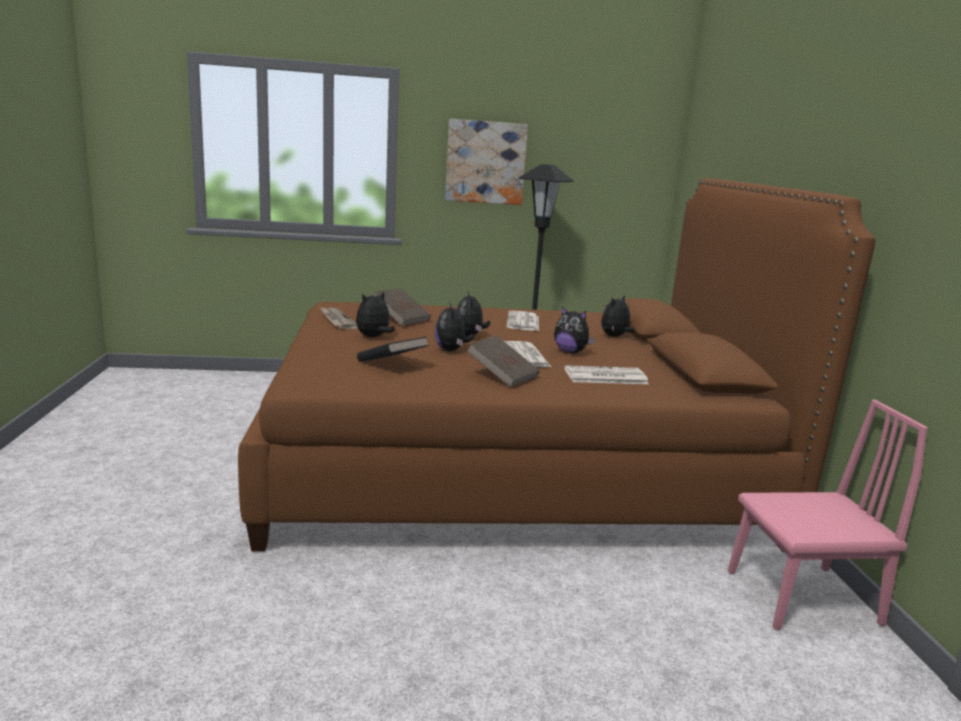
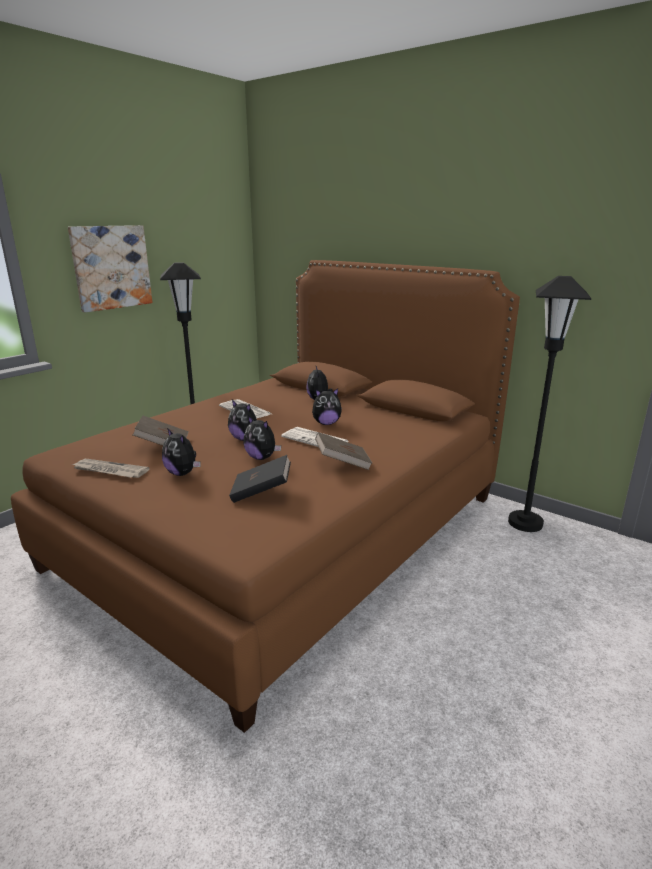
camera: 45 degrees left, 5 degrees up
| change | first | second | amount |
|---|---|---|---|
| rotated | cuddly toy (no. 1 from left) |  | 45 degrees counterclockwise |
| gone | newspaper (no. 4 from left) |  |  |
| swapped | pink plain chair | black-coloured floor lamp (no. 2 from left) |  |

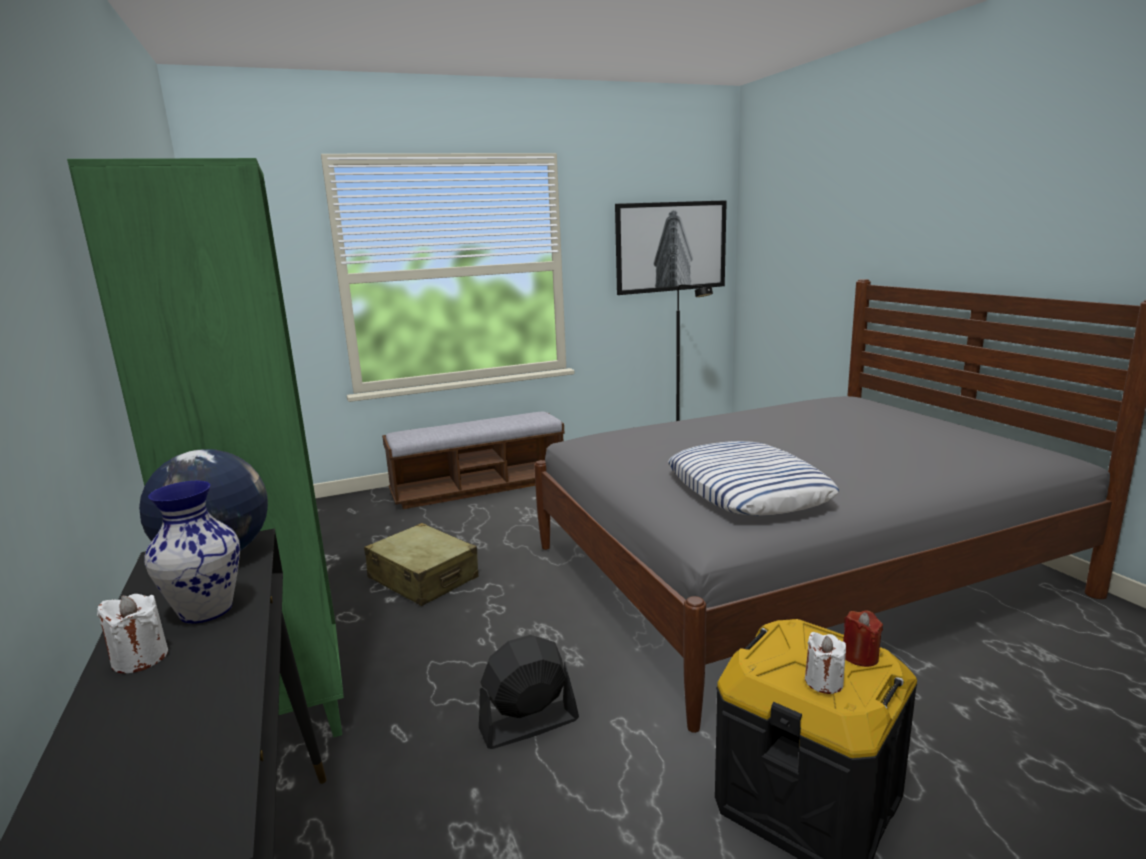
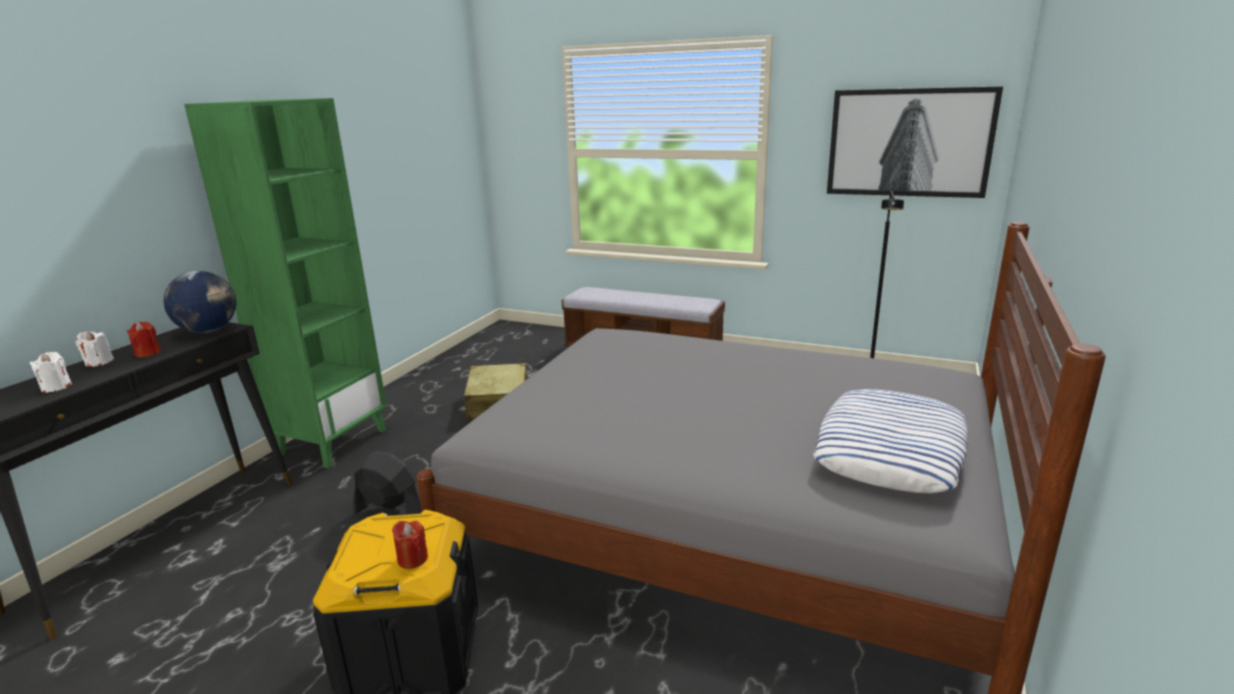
camera: 45 degrees right, 5 degrees up
| change | first | second | amount |
|---|---|---|---|
| shifted | throw pillow |  |  |
| swapped | decorative vase | red-coloured wax light (no. 1 from left) |  |
| shifted | white-coloured wax light (no. 2 from left in the first image) | white-coloured wax light (no. 1 from left) |  |

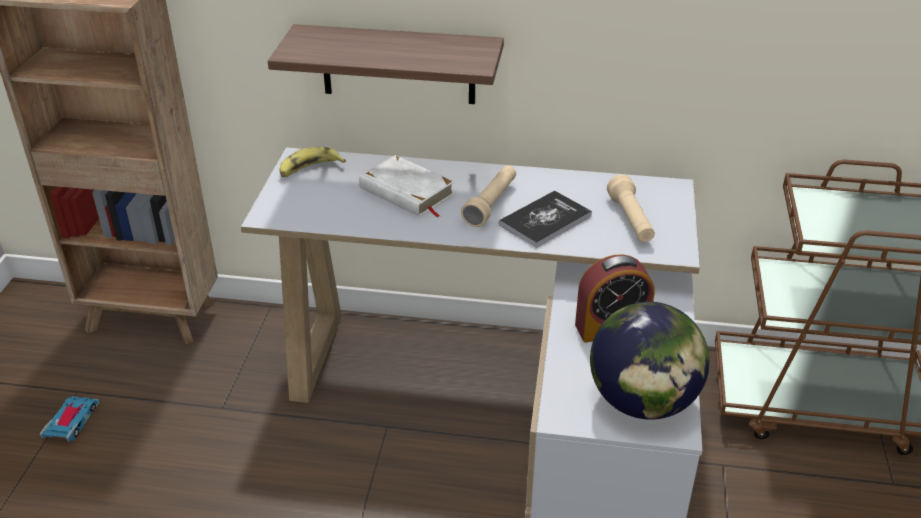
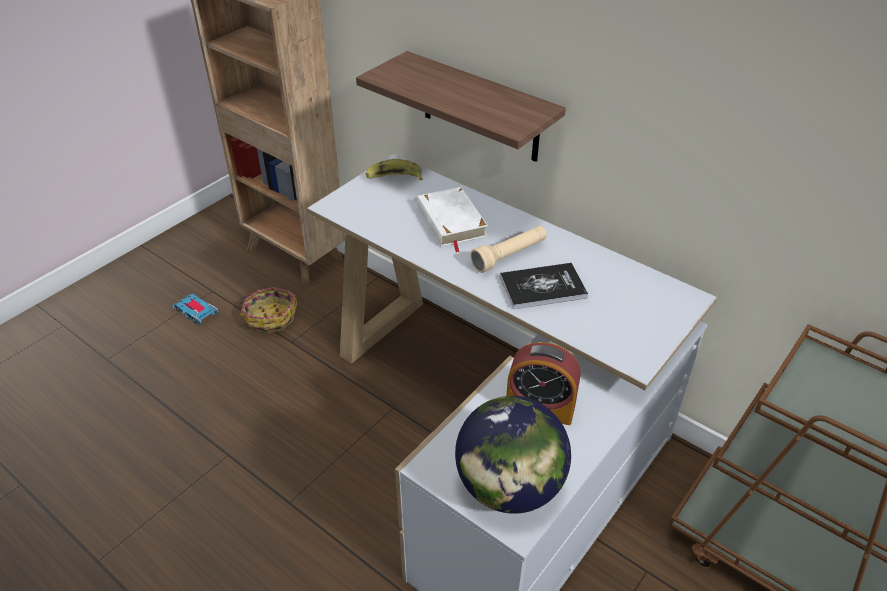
camera: 30 degrees right, 5 degrees up
| change | first | second | amount |
|---|---|---|---|
| gone | beige flashlight (no. 2 from left) |  |  |
| rotated | miniature car |  | 90 degrees counterclockwise |
| new |  | basket |  |

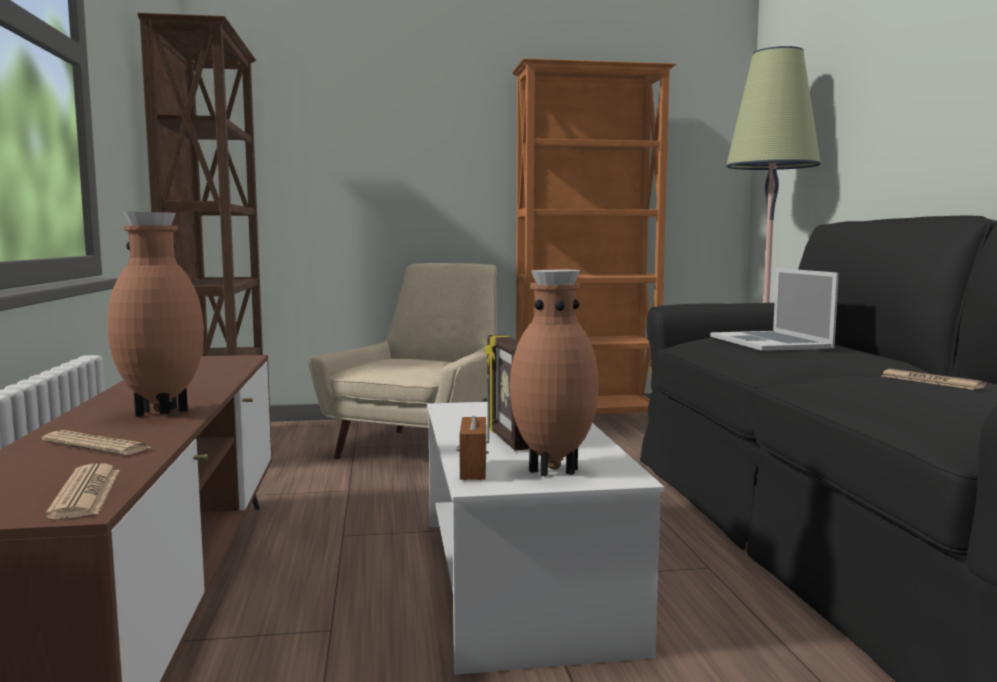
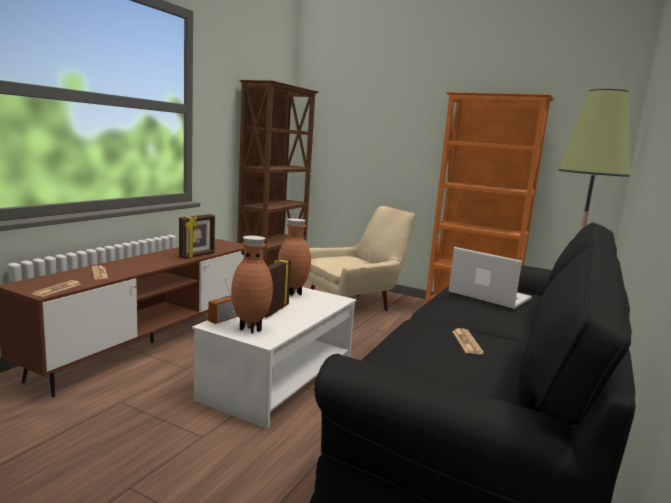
camera: 35 degrees right, 5 degrees up
| change | first | second | amount |
|---|---|---|---|
| shifted | brown-coloured decorative vase (no. 1 from left in the first image) | brown-coloured decorative vase (no. 2 from left) |  |
| rotated | laptop |  | 105 degrees clockwise |
| new |  | photo frame (no. 1 from left) |  |

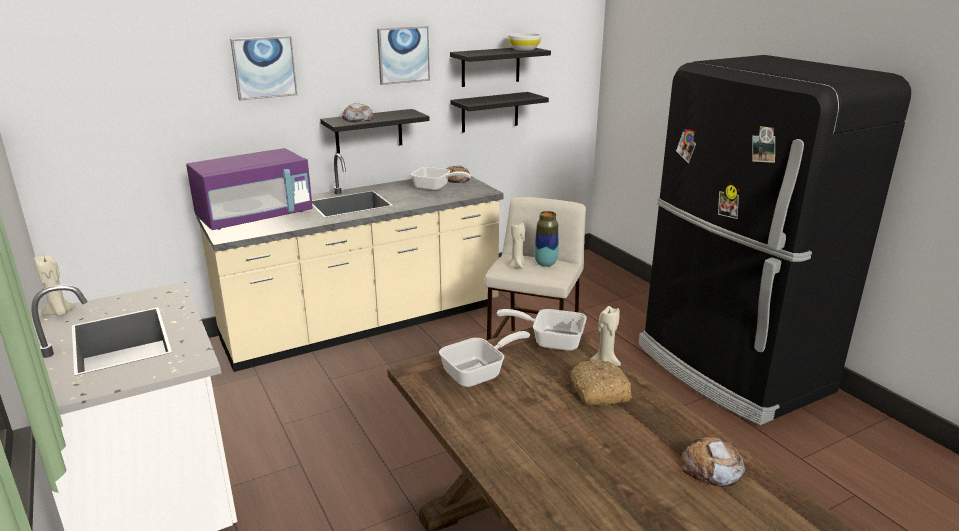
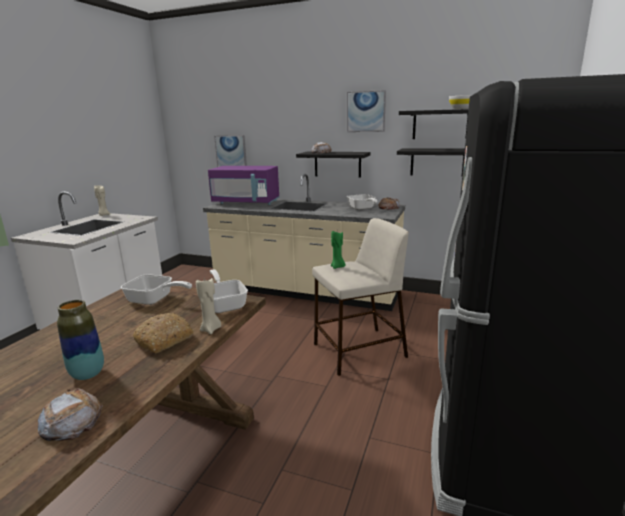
camera: 50 degrees right, 5 degrees down
| change | first | second | amount |
|---|---|---|---|
| shifted | picture (no. 1 from left) |  |  |
| shifted | decorative vase |  |  |
| repainted | beige wax light (no. 2 from left) | green wax light |  |

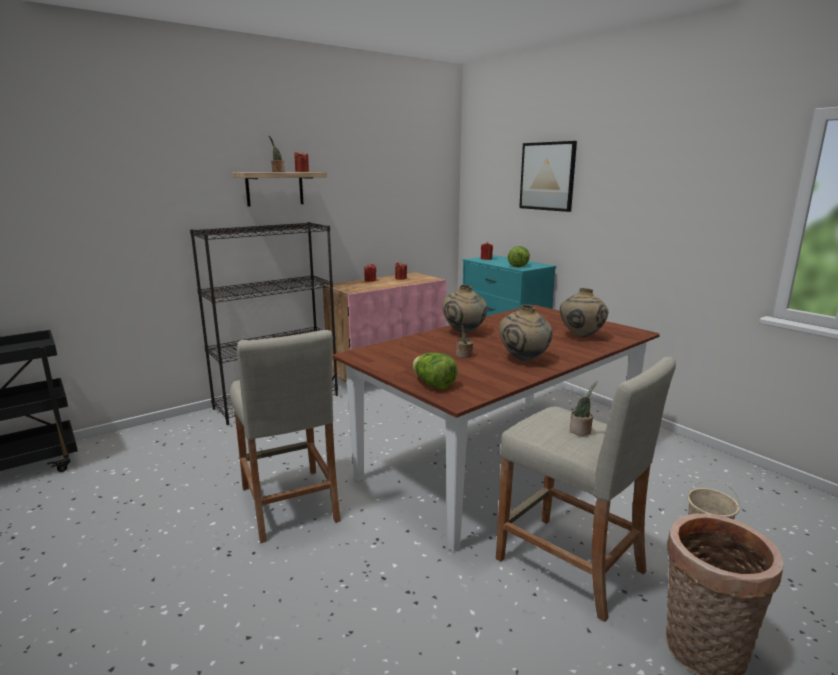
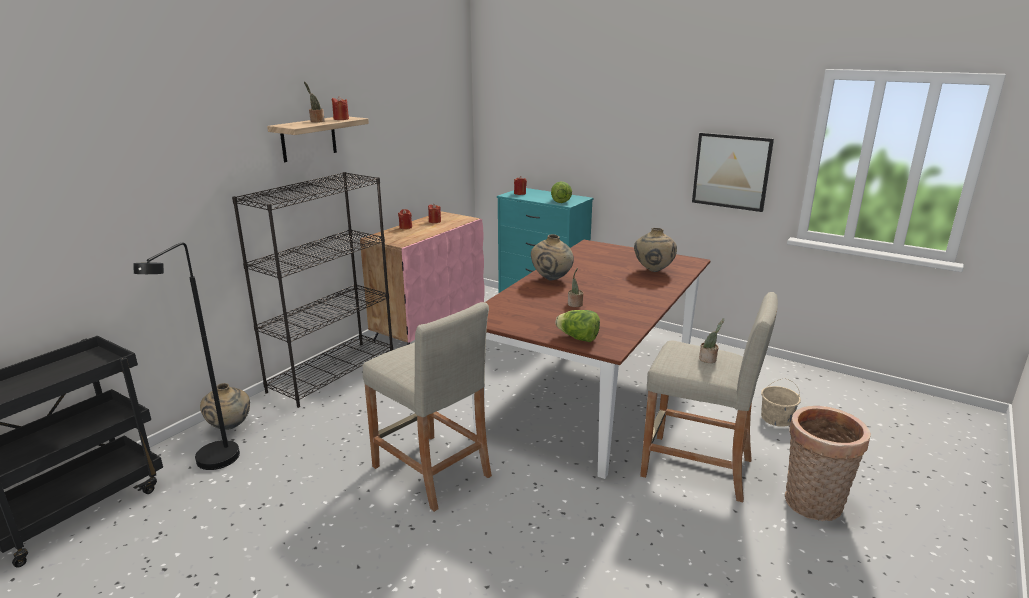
camera: 20 degrees left, 5 degrees up
| change | first | second | amount |
|---|---|---|---|
| shifted | picture |  |  |
| shifted | beige decorative vase (no. 2 from left in the first image) | beige decorative vase (no. 1 from left) |  |
| new |  | black-coloured floor lamp |  |

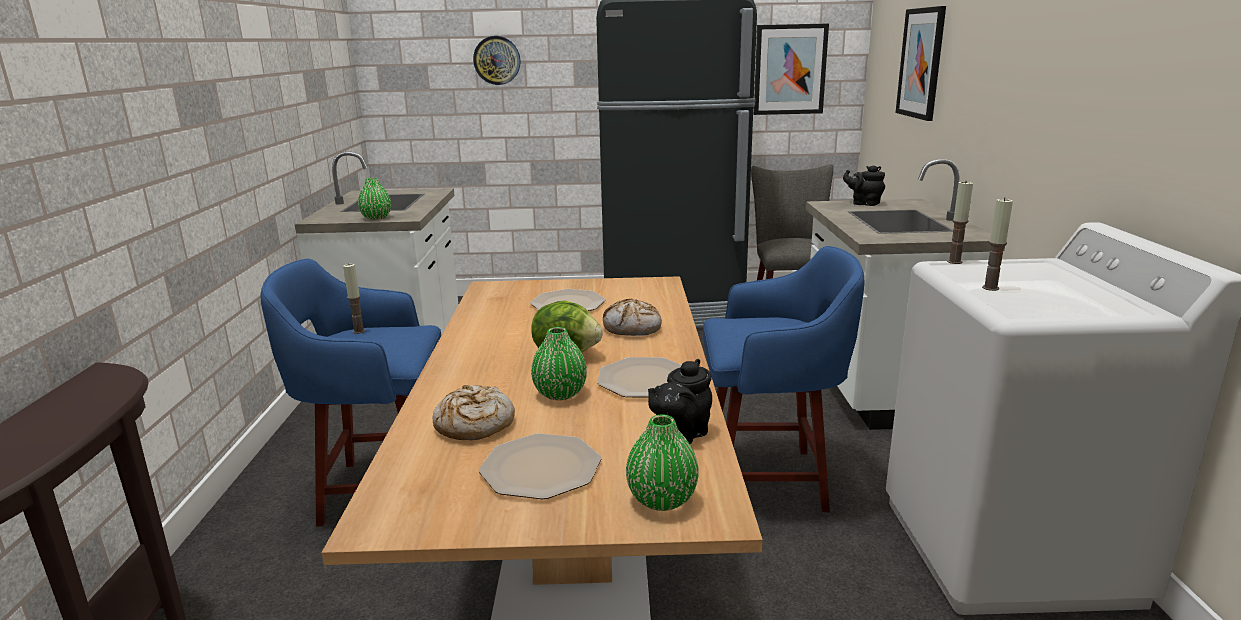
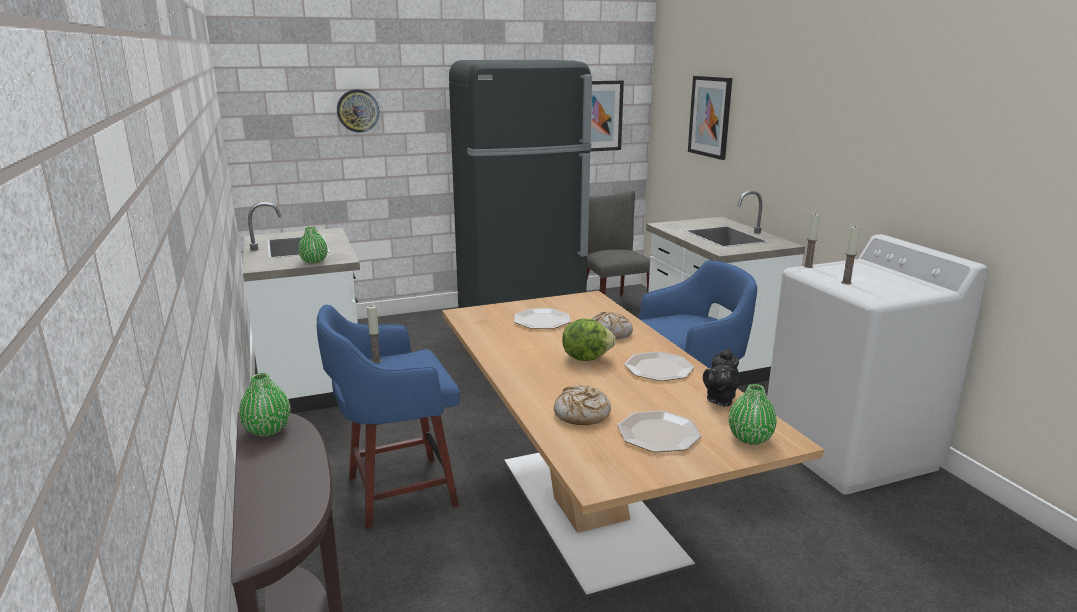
camera: 20 degrees left, 0 degrees up
| change | first | second | amount |
|---|---|---|---|
| gone | black-coloured pot for tea (no. 2 from left) |  |  |
| shifted | green decorative vase (no. 2 from left in the first image) | green decorative vase (no. 1 from left) |  |

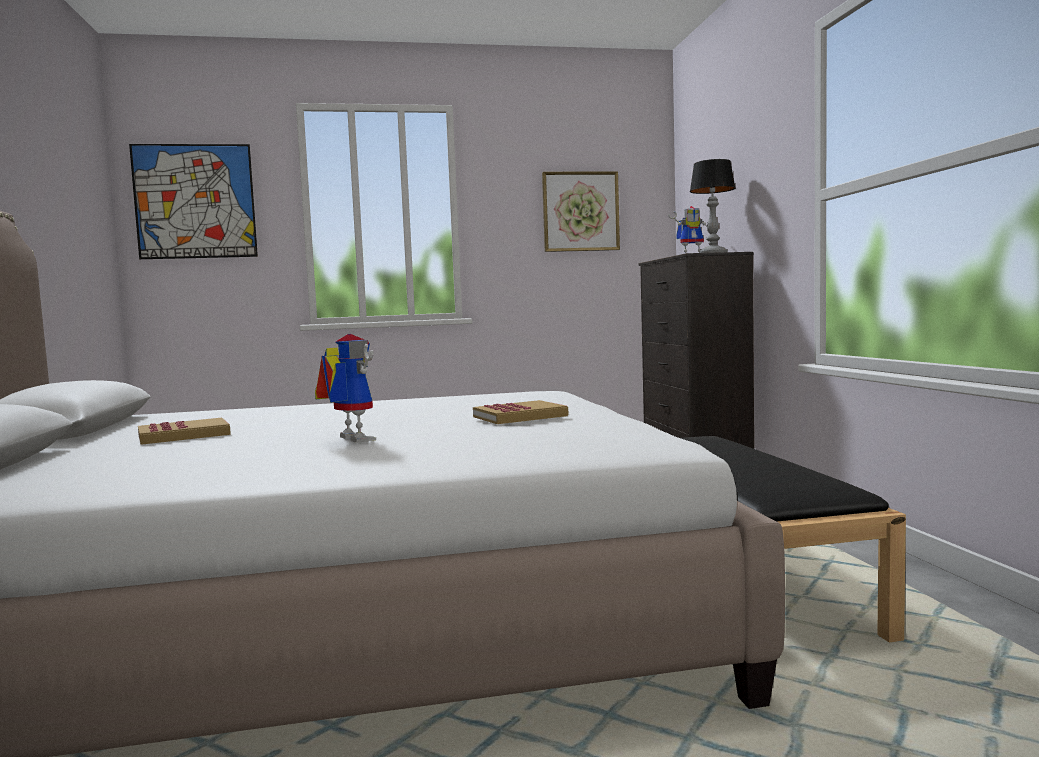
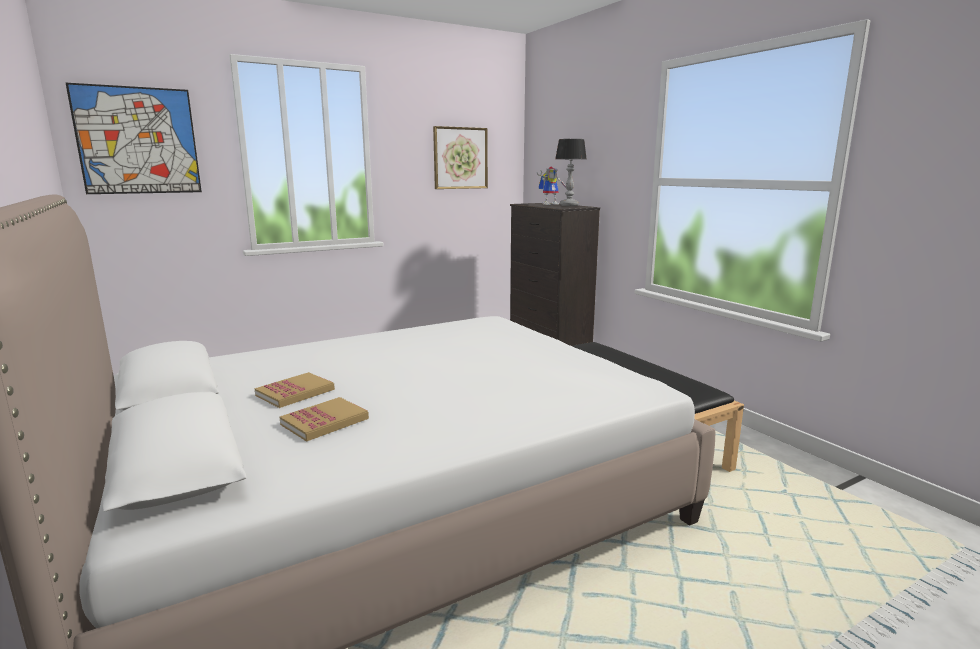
camera: 20 degrees left, 10 degrees up
| change | first | second | amount |
|---|---|---|---|
| gone | model robot (no. 1 from left) |  |  |
| shifted | bound book (no. 2 from left) |  |  |

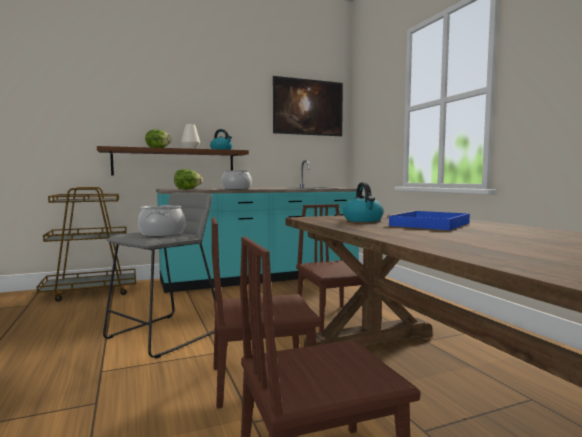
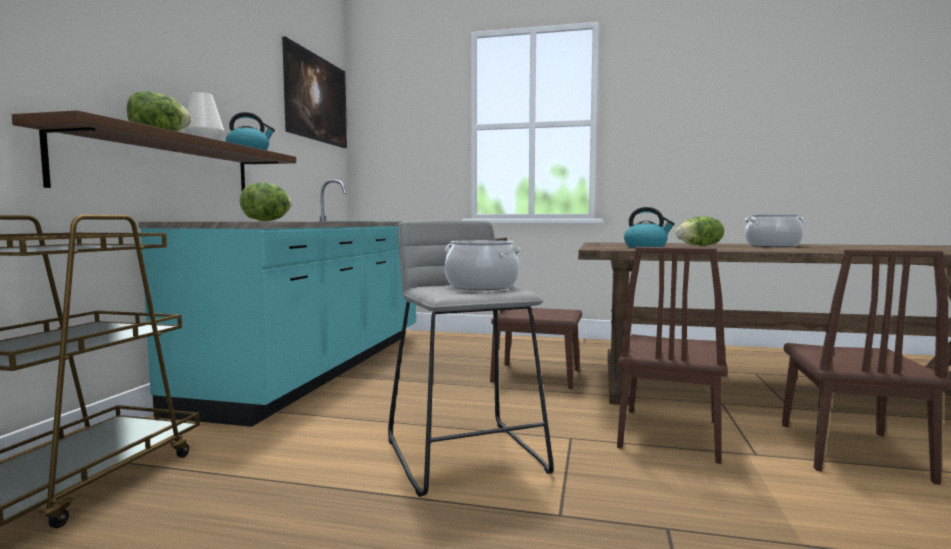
camera: 55 degrees left, 0 degrees up
| change | first | second | amount |
|---|---|---|---|
| shifted | stockpot (no. 2 from left) |  |  |
| swapped | blue-coloured carrying tray | lettuce head (no. 3 from left) |  |

